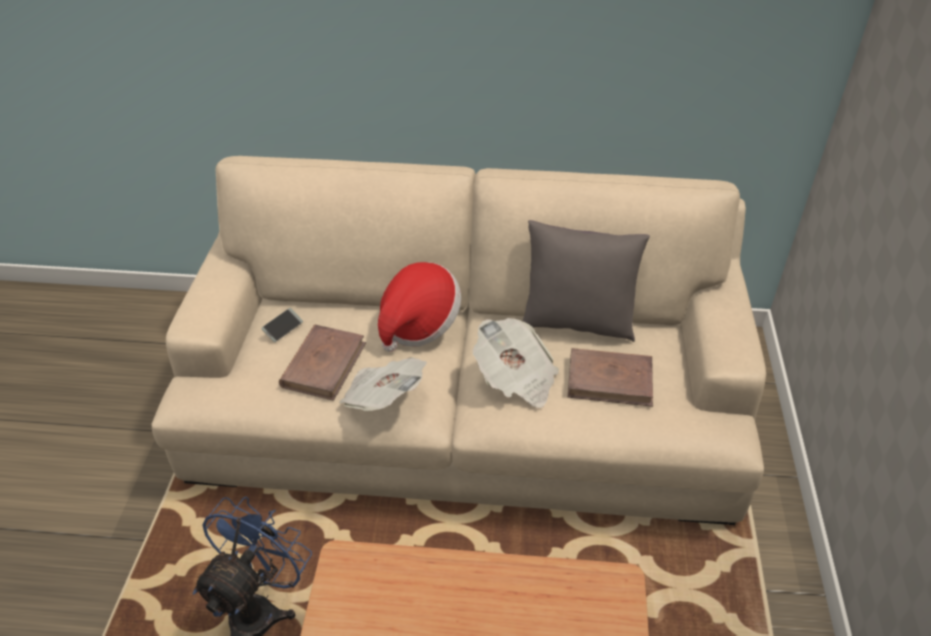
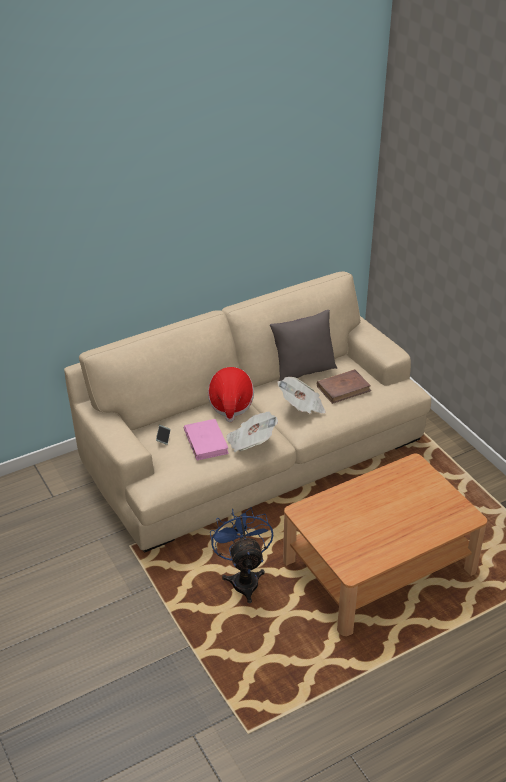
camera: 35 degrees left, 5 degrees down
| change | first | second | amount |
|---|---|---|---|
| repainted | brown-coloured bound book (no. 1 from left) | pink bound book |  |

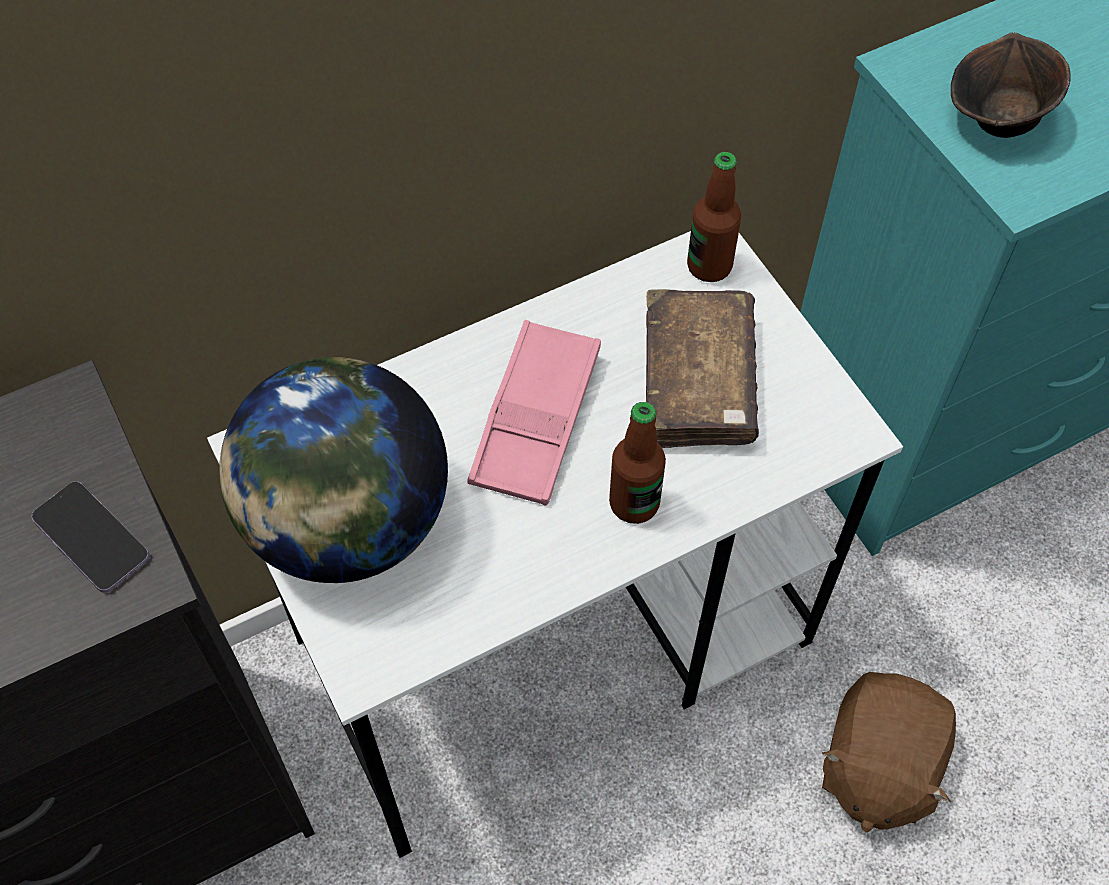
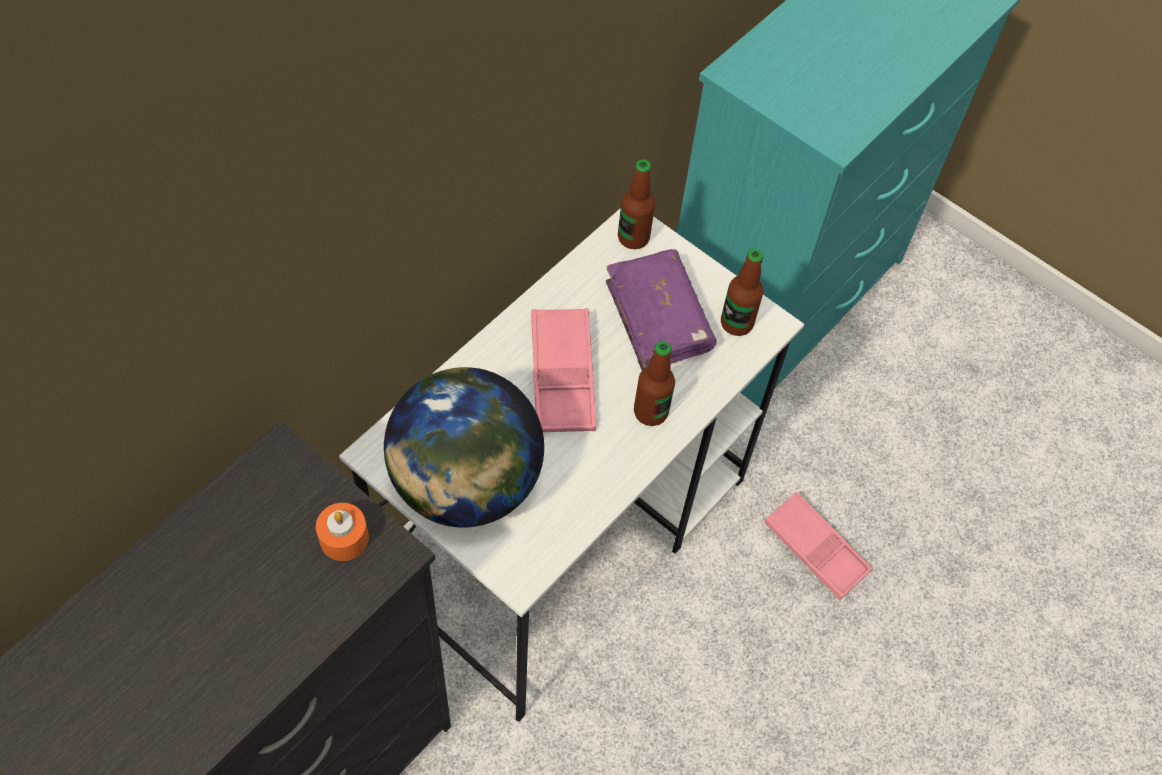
camera: 25 degrees left, 0 degrees up
| change | first | second | amount |
|---|---|---|---|
| gone | brown-coloured bowl |  |  |
| repainted | brown-coloured bound book | purple bound book |  |
| swapped | phone | orange wax light |  |
| swapped | brown-coloured cuddly toy | pink carrying tray (no. 2 from left) |  |
| new |  | beverage bottle (no. 3 from left) |  |

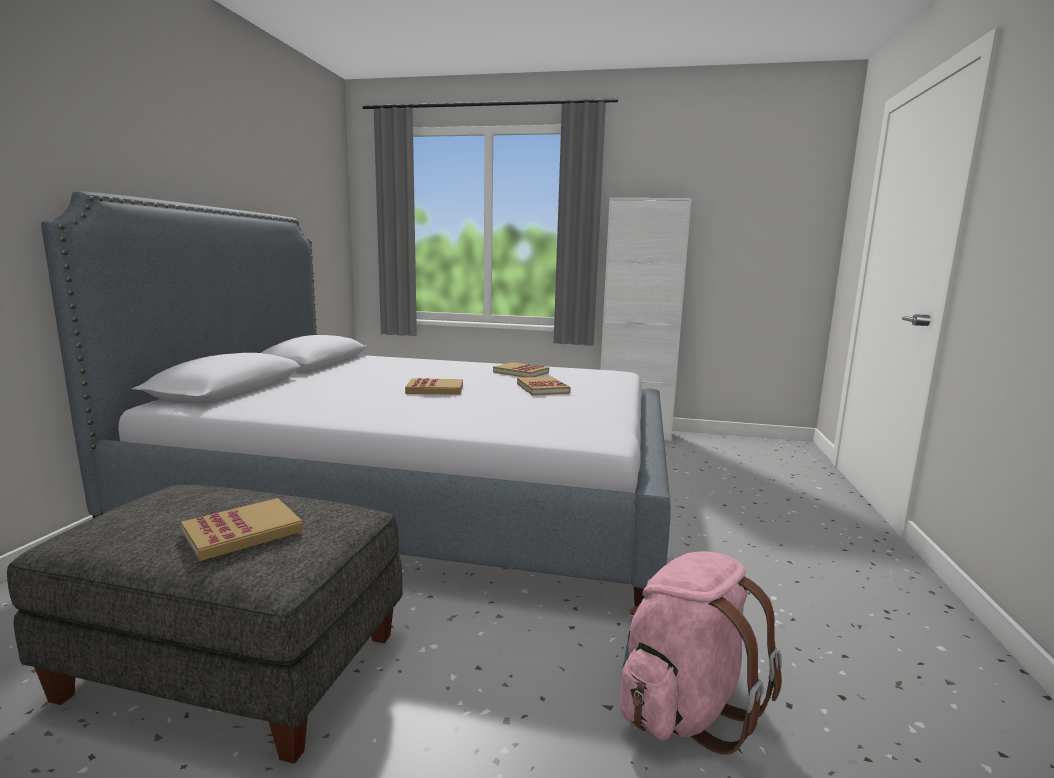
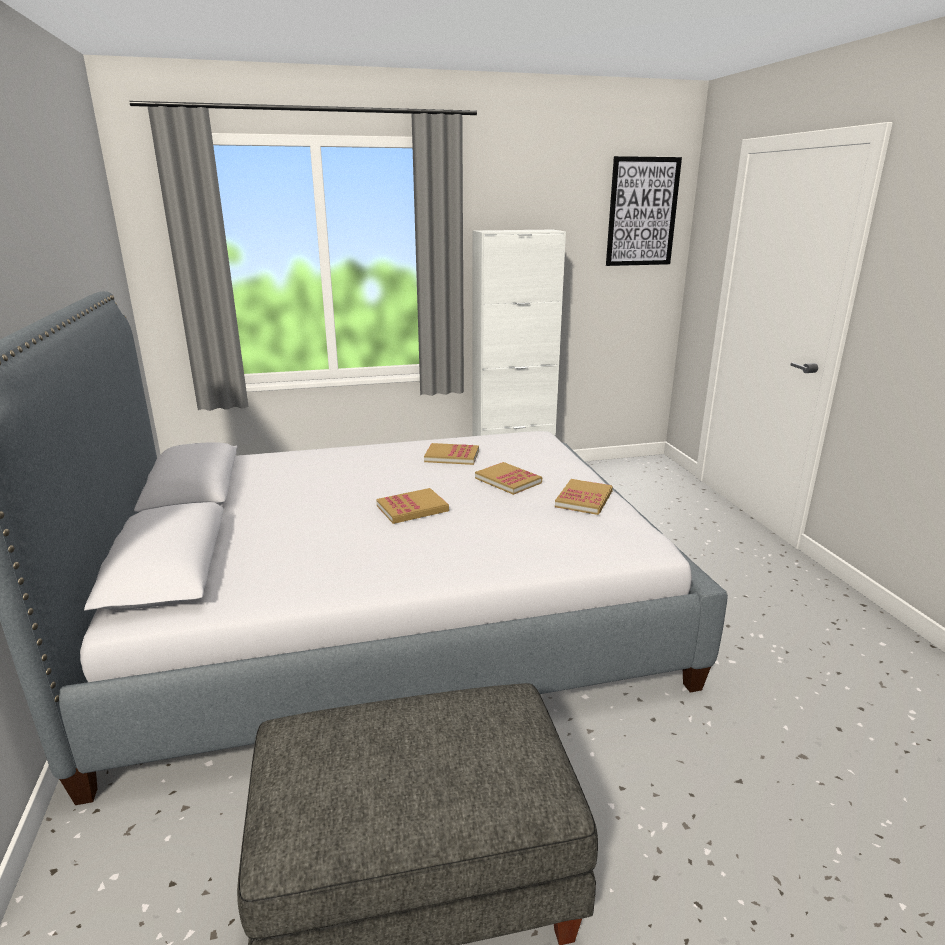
camera: 25 degrees left, 10 degrees up
| change | first | second | amount |
|---|---|---|---|
| shifted | bound book (no. 1 from left in the first image) | bound book (no. 4 from left) |  |
| gone | pink backpack |  |  |
| new |  | picture |  |

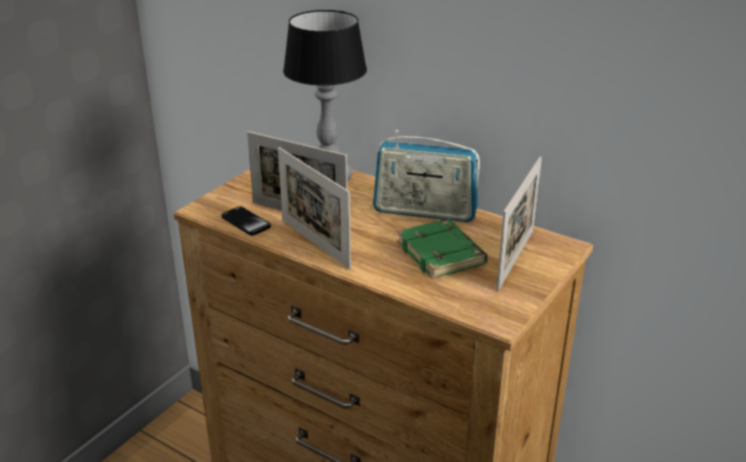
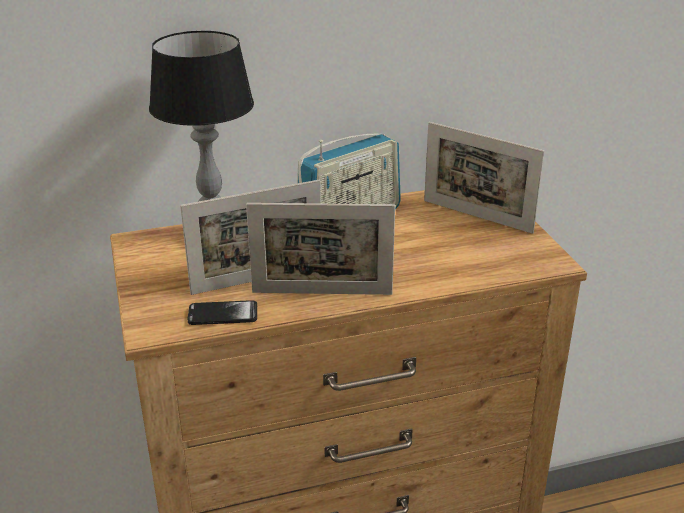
camera: 50 degrees left, 0 degrees up
| change | first | second | amount |
|---|---|---|---|
| rotated | photo frame (no. 3 from left) |  | 150 degrees clockwise |
| gone | green bound book |  |  |

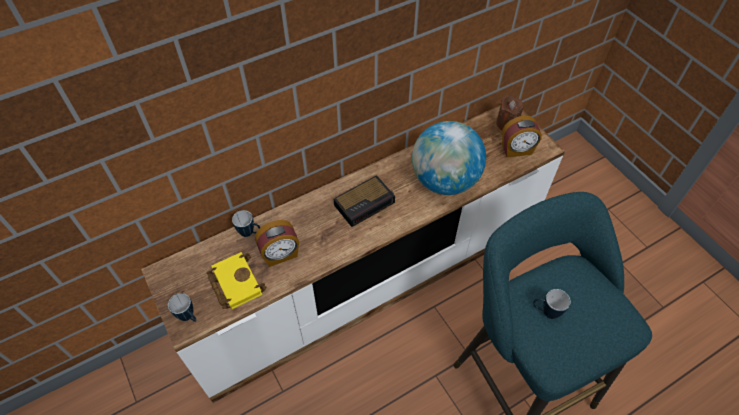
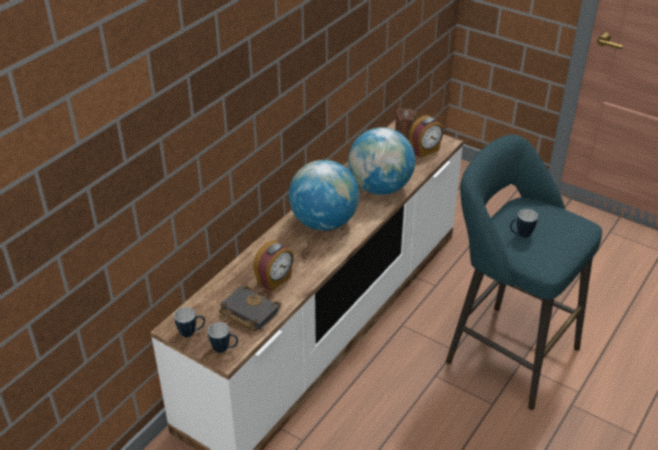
camera: 25 degrees left, 15 degrees down
| change | first | second | amount |
|---|---|---|---|
| swapped | table clock (no. 2 from left) | desk globe (no. 1 from left) |  |
| shifted | mug (no. 2 from left in the first image) | mug (no. 1 from left) |  |
| repainted | yellow-coloured bound book | black-coloured bound book |  |

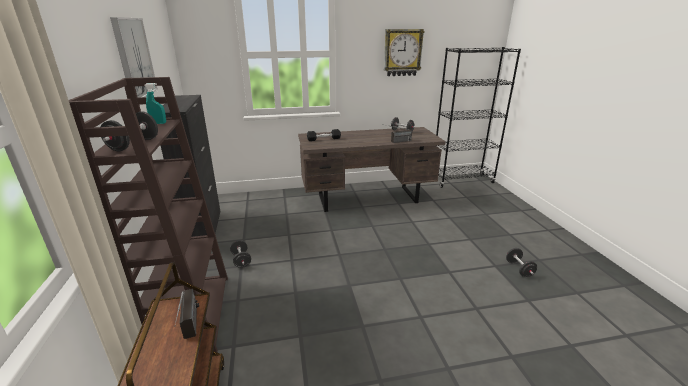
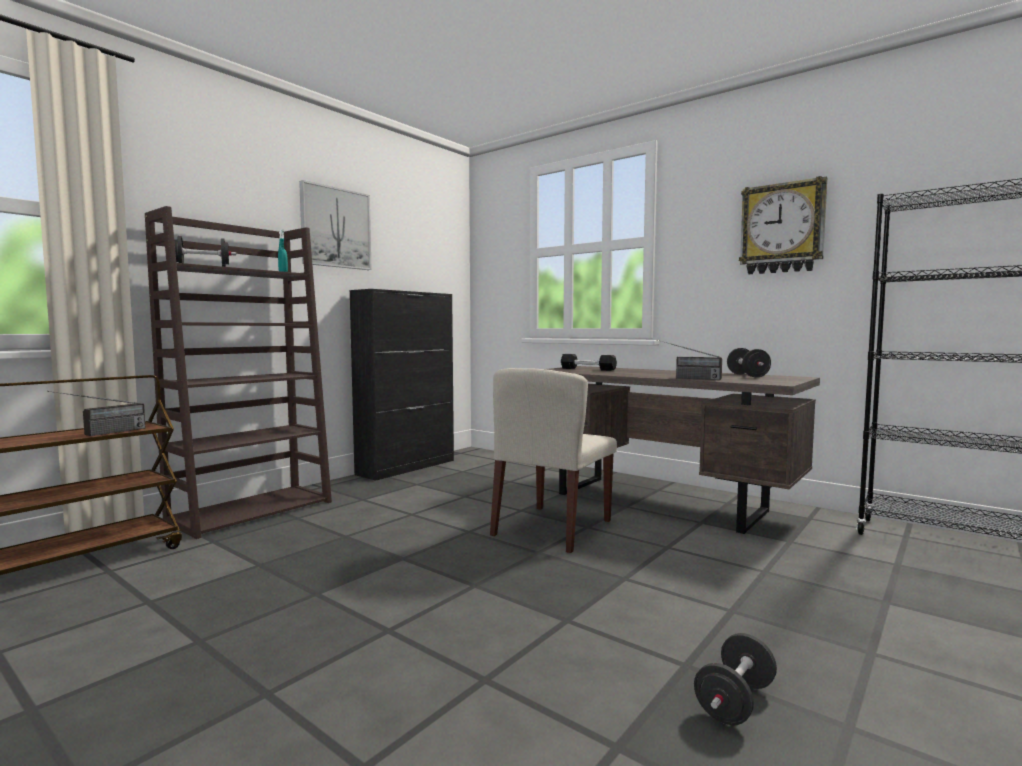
camera: 50 degrees right, 20 degrees down
| change | first | second | amount |
|---|---|---|---|
| gone | black-coloured dumbbell (no. 2 from left) |  |  |
| new |  | beige plain chair |  |

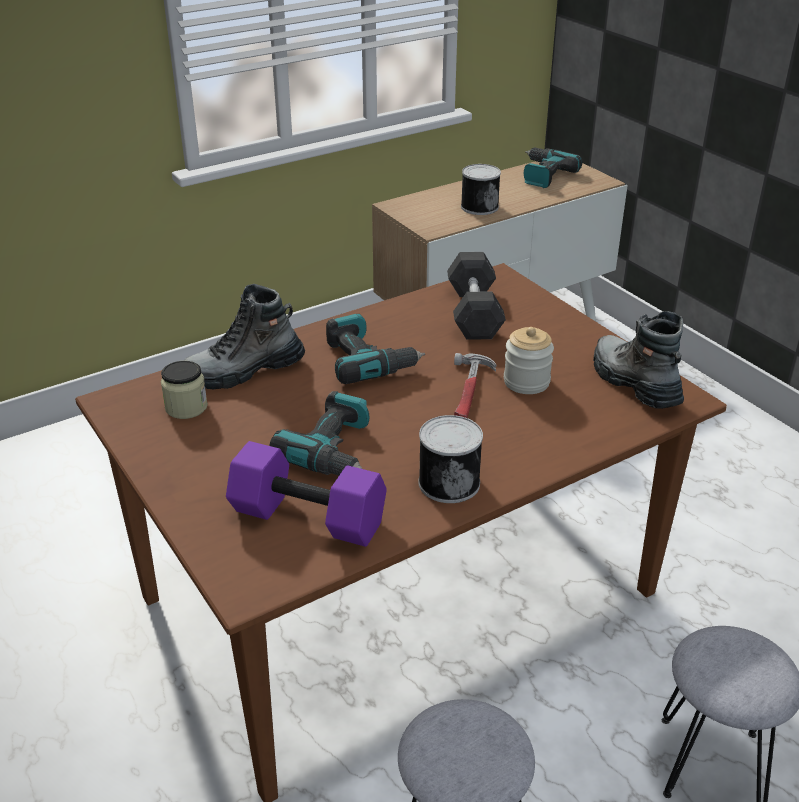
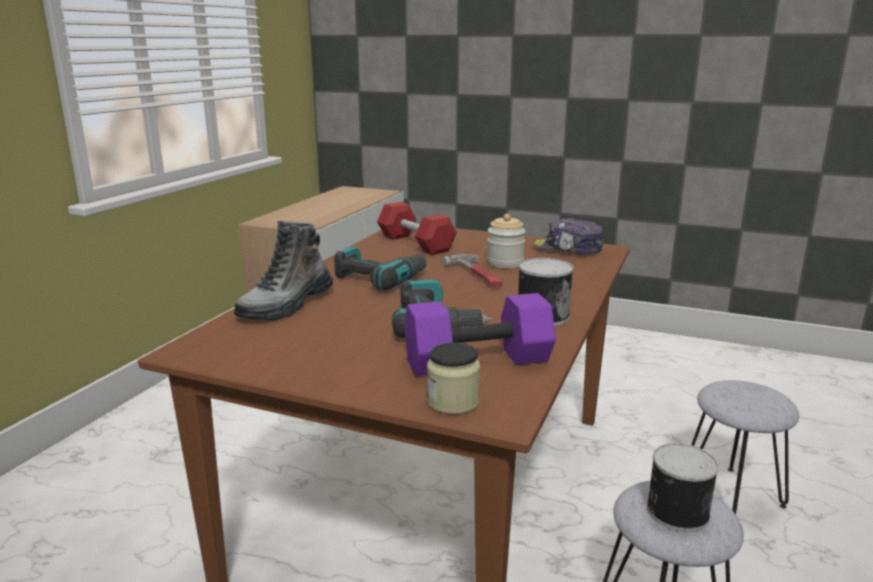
camera: 35 degrees left, 15 degrees down
| change | first | second | amount |
|---|---|---|---|
| gone | power drill (no. 3 from left) |  |  |
| shifted | sealed can (no. 2 from left) |  |  |
| repainted | gray dumbbell | red-coloured dumbbell |  |
| swapped | high-top boot (no. 2 from left) | baseball cap |  |
| shifted | jar (no. 1 from left) |  |  |

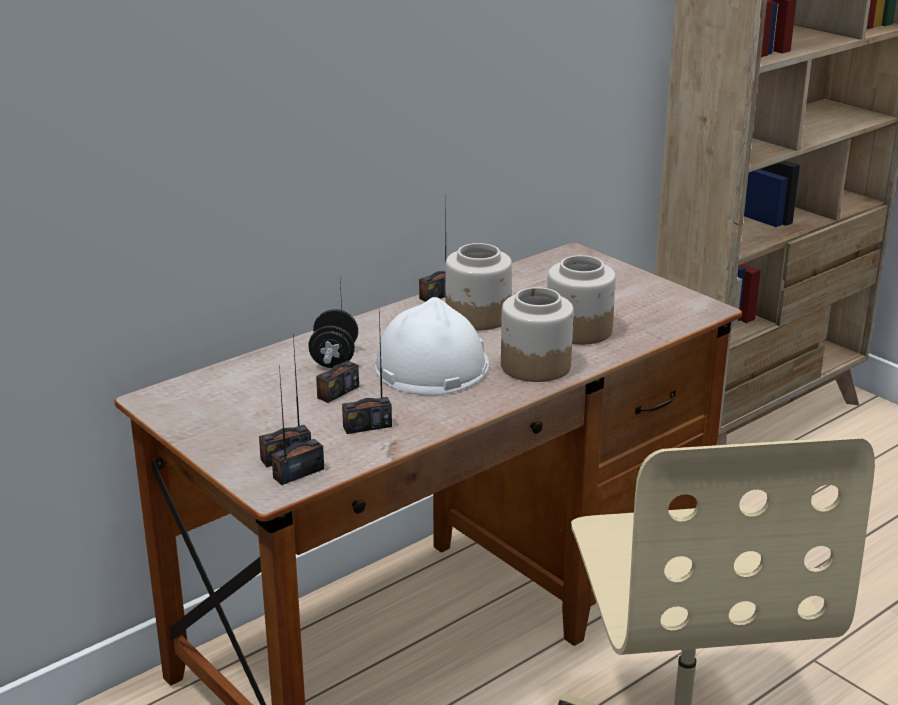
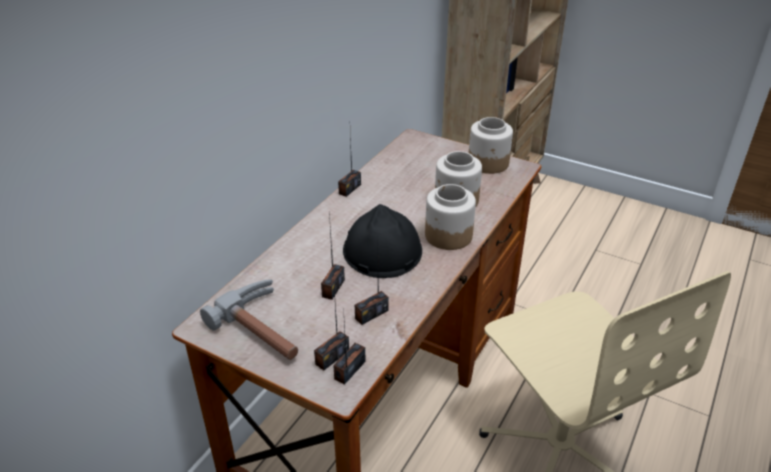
camera: 20 degrees left, 10 degrees up
| change | first | second | amount |
|---|---|---|---|
| shifted | jar (no. 1 from left in the first image) | jar (no. 3 from left) |  |
| repainted | white-coloured safety helmet | black-coloured safety helmet |  |
| gone | black-coloured dumbbell |  |  |
| new |  | tool hammer |  |

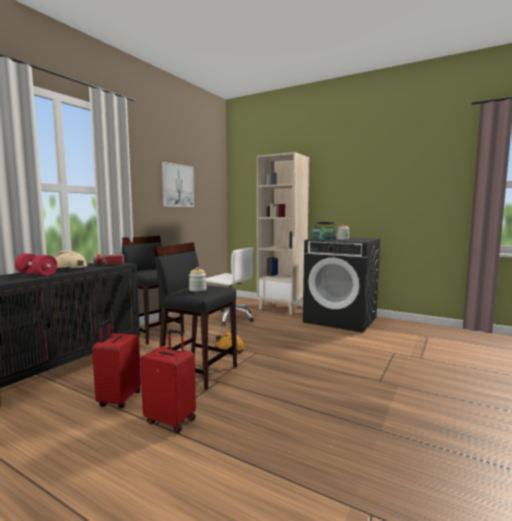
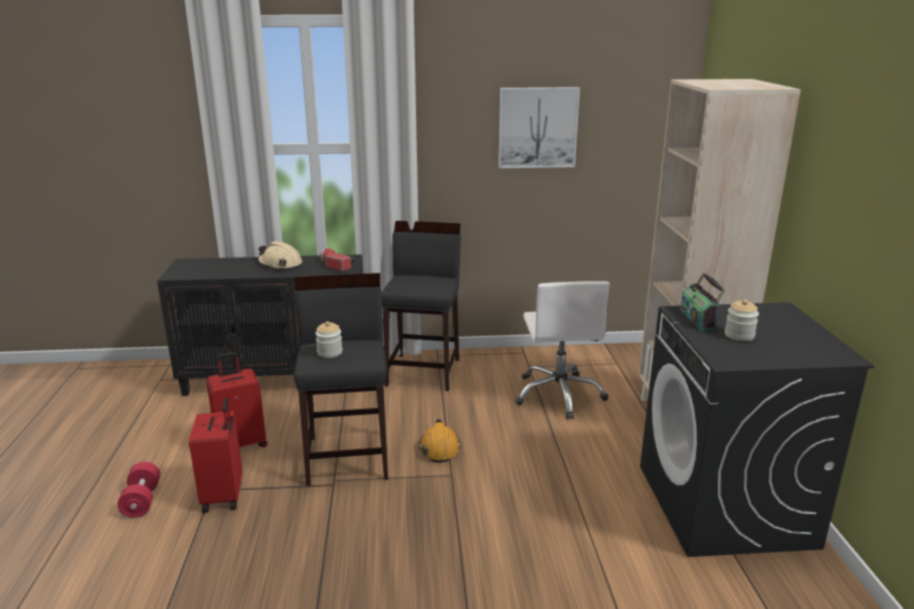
camera: 55 degrees right, 15 degrees up
| change | first | second | amount |
|---|---|---|---|
| shifted | red-coloured dumbbell |  |  |

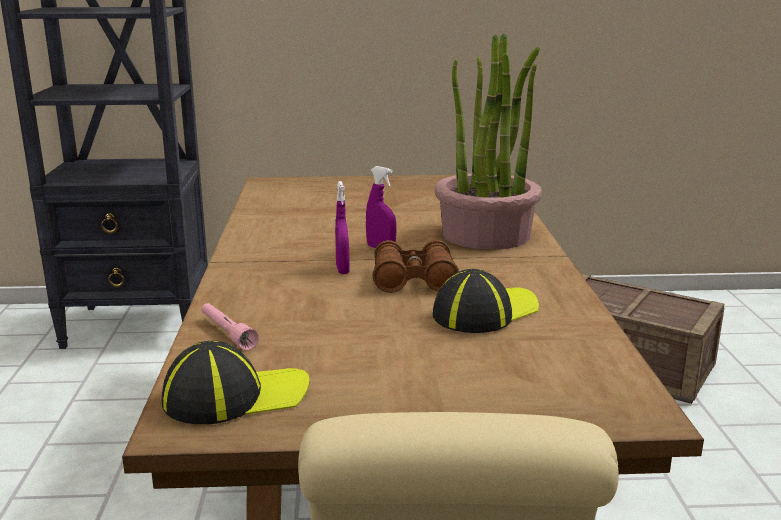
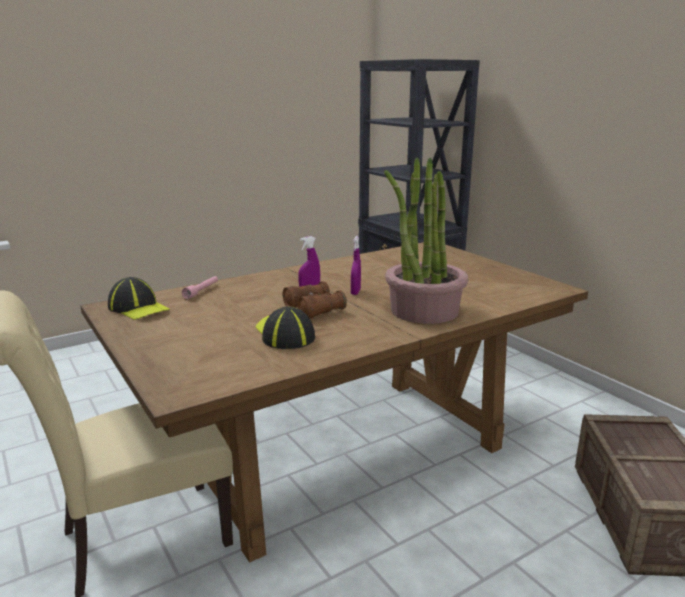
camera: 60 degrees right, 0 degrees up
| change | first | second | amount |
|---|---|---|---|
| rotated | baseball cap (no. 2 from left) |  | 135 degrees counterclockwise |

